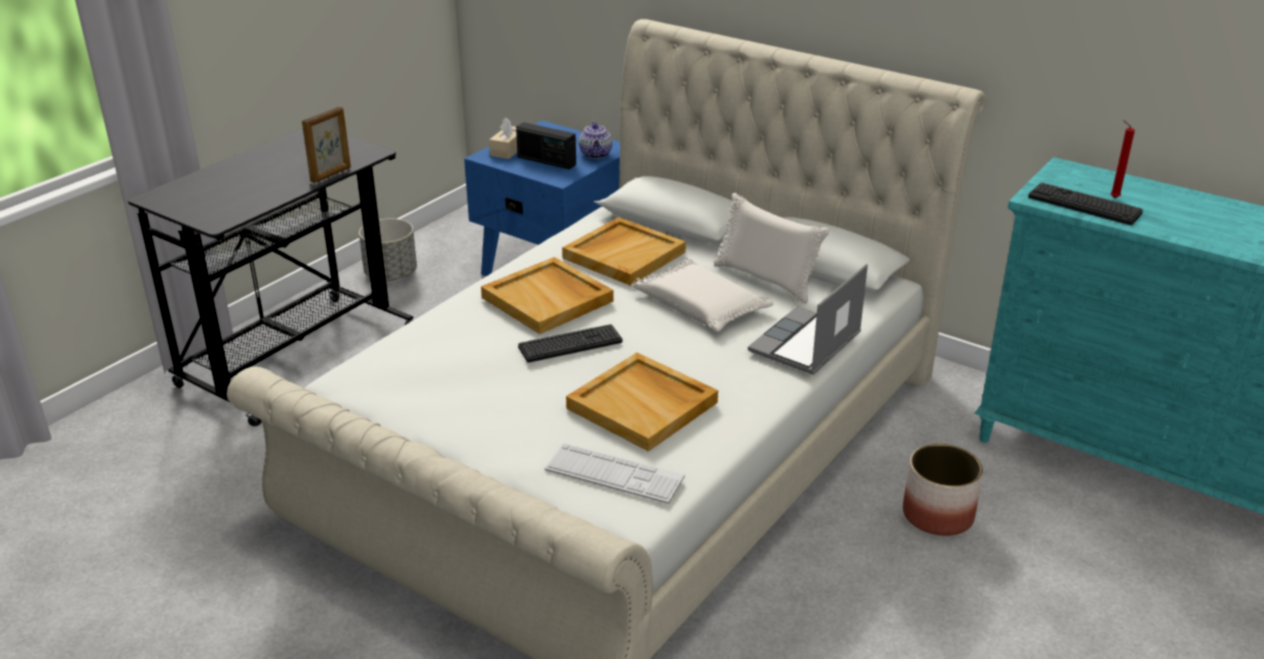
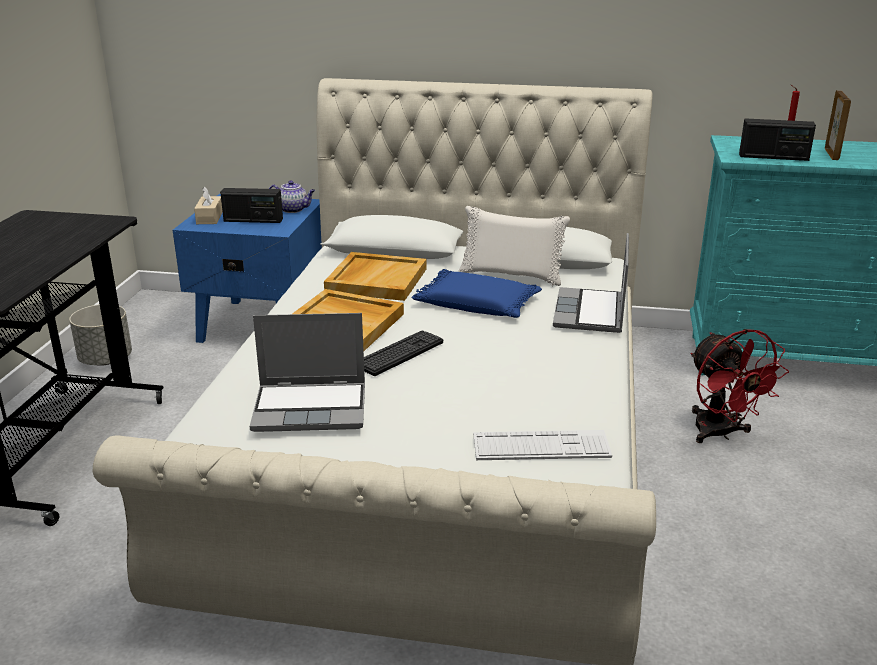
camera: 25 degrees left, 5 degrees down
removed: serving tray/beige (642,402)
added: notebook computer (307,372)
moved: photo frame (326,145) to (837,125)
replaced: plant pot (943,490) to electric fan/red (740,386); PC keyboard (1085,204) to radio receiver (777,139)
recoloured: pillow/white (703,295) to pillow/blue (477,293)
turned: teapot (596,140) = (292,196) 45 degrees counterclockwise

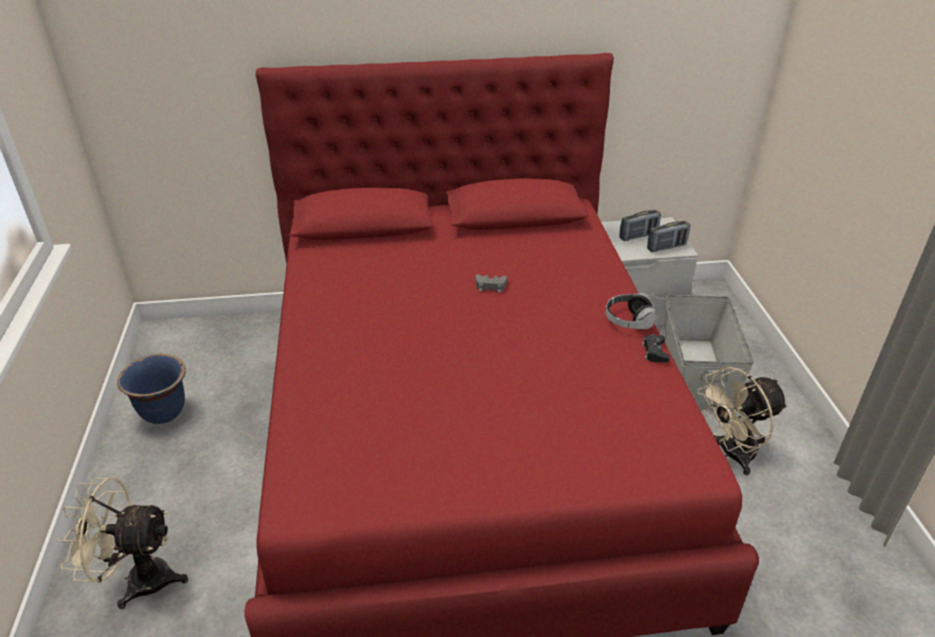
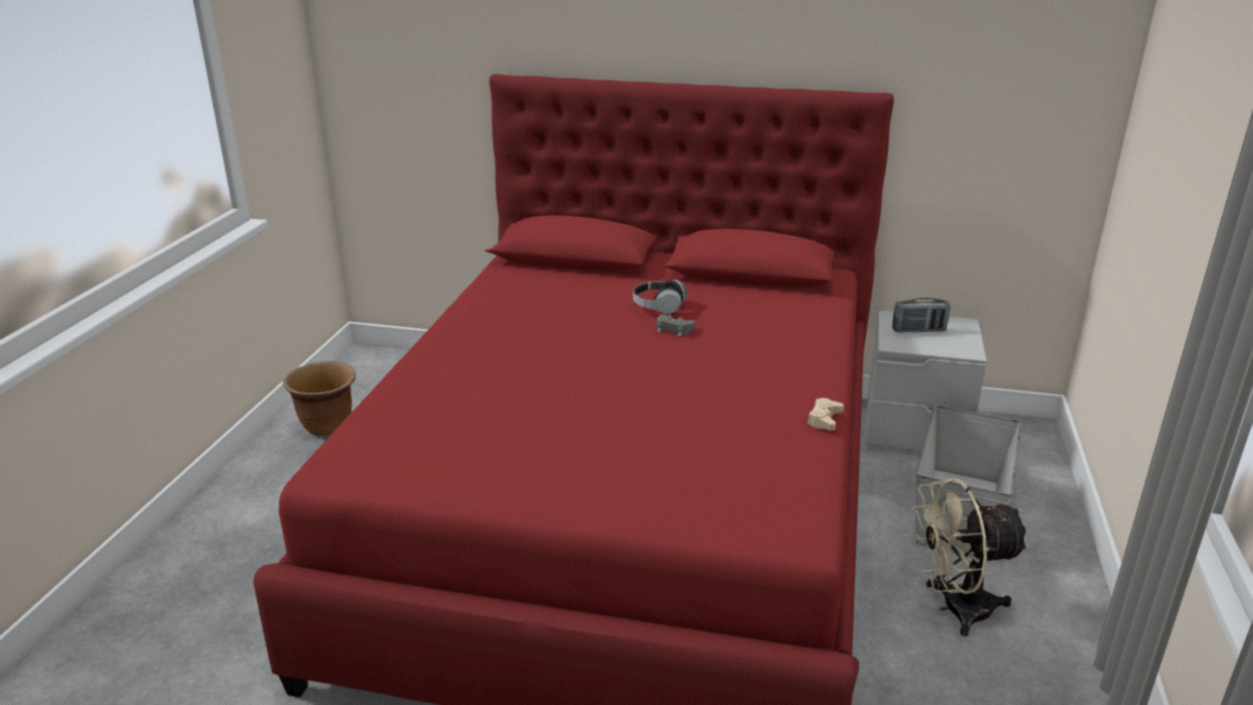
camera: 20 degrees right, 10 degrees down
removed: electric fan/beige (122,543); radio receiver (668,236)
moved: headphones (631,311) to (660,297)
recoloured: plant pot/blue (151,389) to plant pot/brown-coloured (319,398); gamepad/black (656,348) to gamepad/beige (825,414)

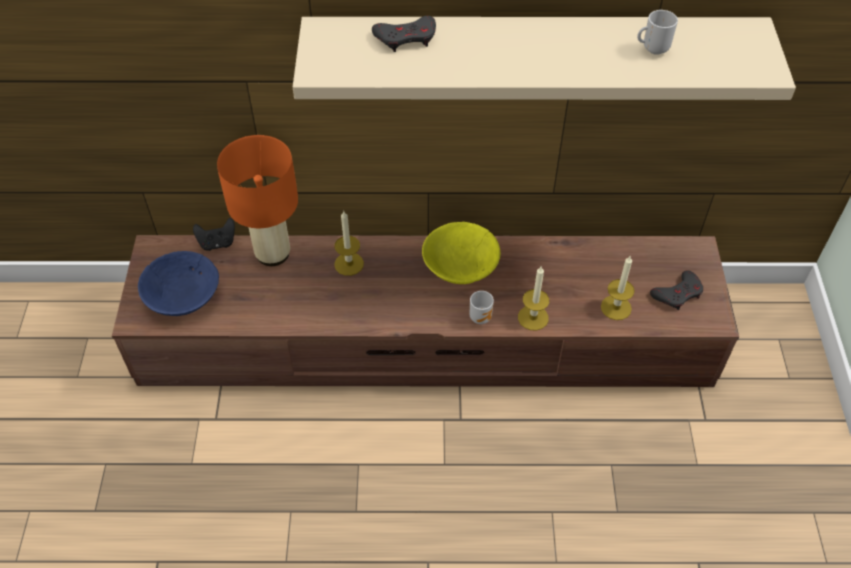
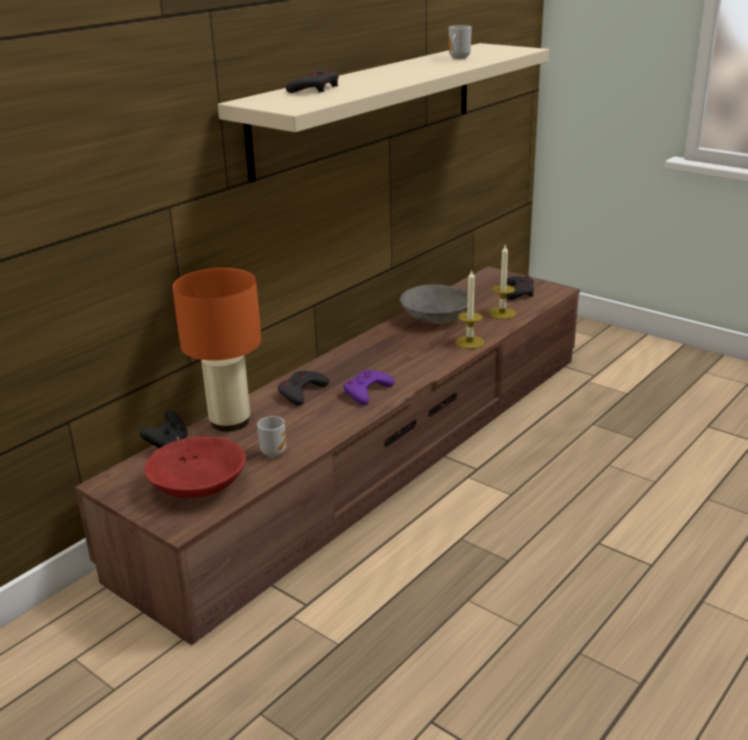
camera: 50 degrees left, 25 degrees down
removed: serving bowl/yellowish (461,253)
added: gamepad/purple-coloured (369,387); serving bowl/grey (434,304)
moved: coffee mug (482,307) to (271,437)
replaced: wax candle (349,243) to gamepad/grey (303,388)
recoloured: serving bowl/blue (178,283) to serving bowl/red (195,467)

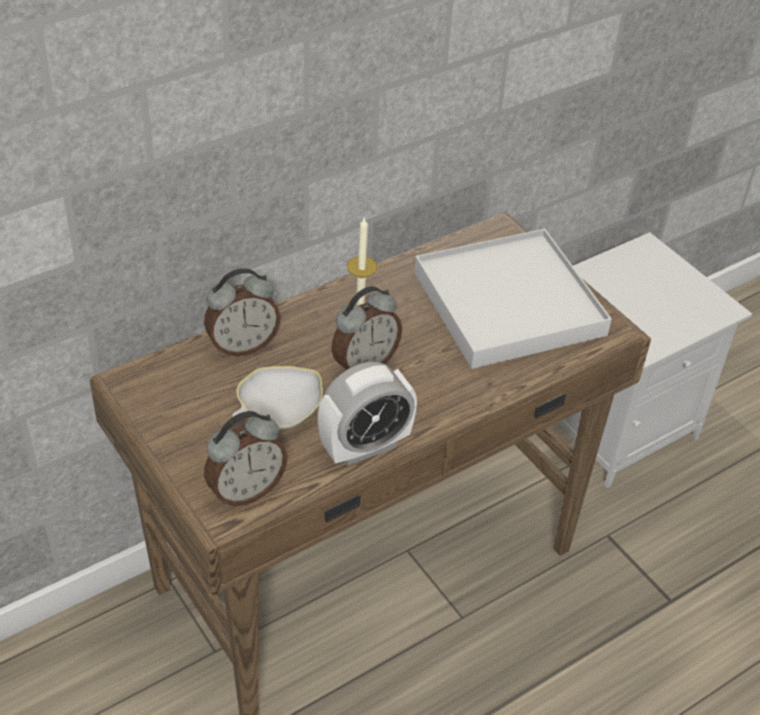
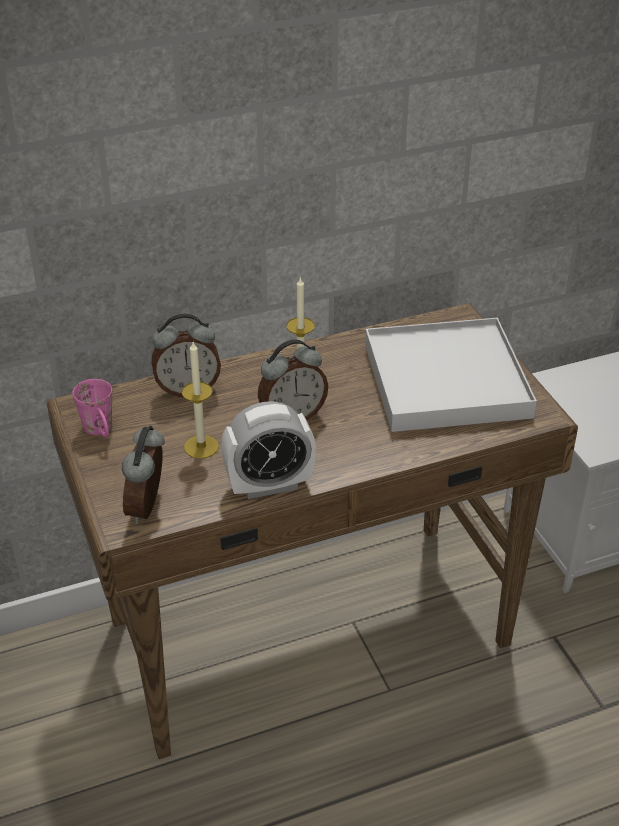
camera: 15 degrees right, 5 degrees down
added: coffee mug/pink (92,408)
replaced: serving bowl/white (277,398) to wax candle (200,400)
turned: alarm clock (246,459) = (143,475) 120 degrees clockwise

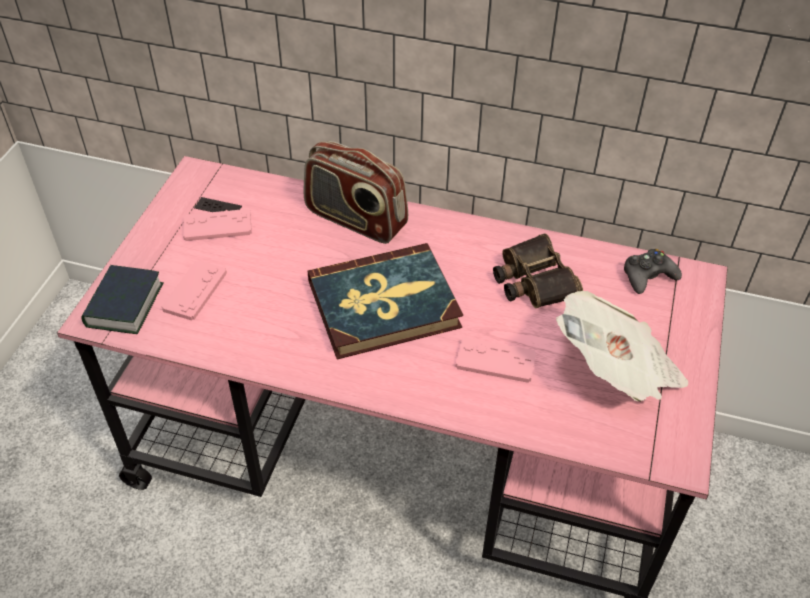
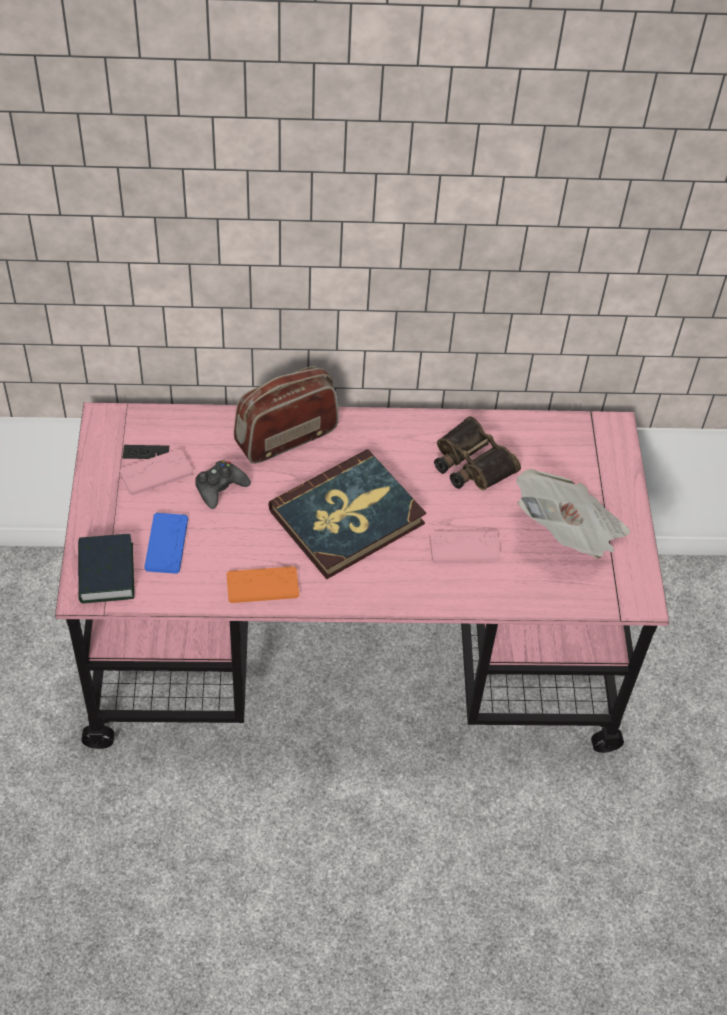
camera: 20 degrees left, 5 degrees up
added: gamepad/orange (263,584)
moved: gamepad/black (653,271) to (223,484)
recoloured: gamepad/pink (194,290) to gamepad/blue (166,543)
turned: radio receiver (355,192) = (286,415) 135 degrees clockwise

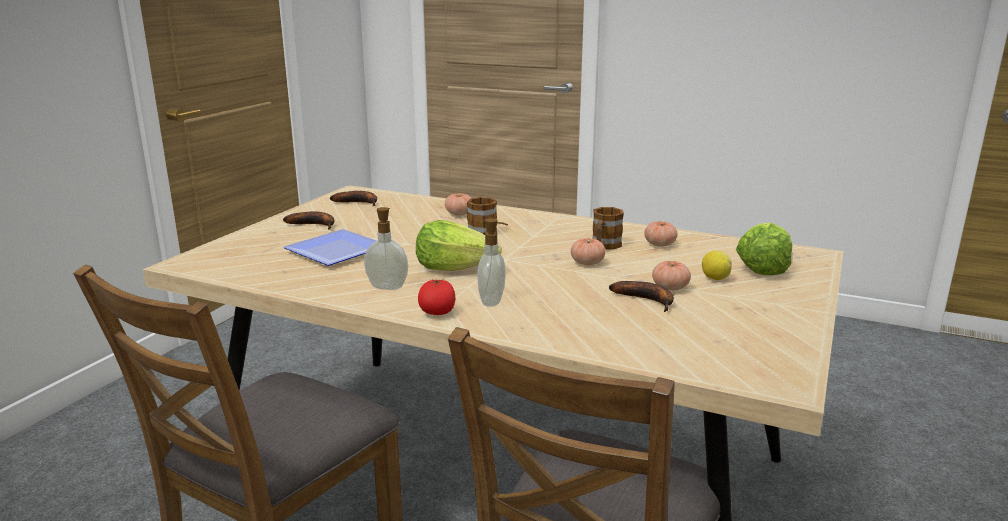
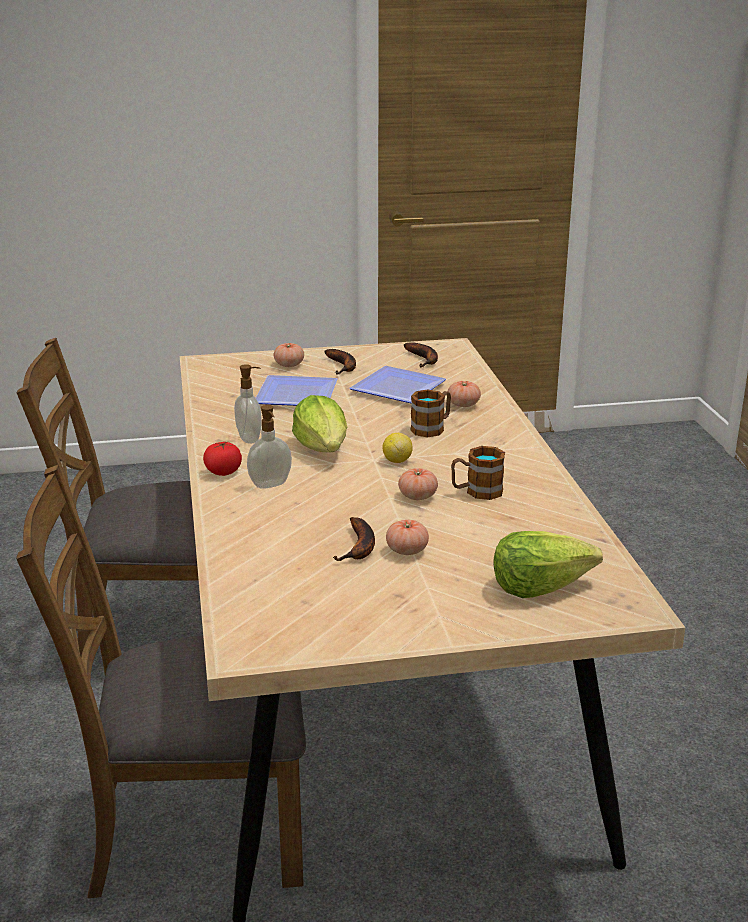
camera: 55 degrees right, 5 degrees up
added: dinner plate (397,384)
moved: fresh tomato (660,234) to (289,355); lemon (717,265) to (398,448)

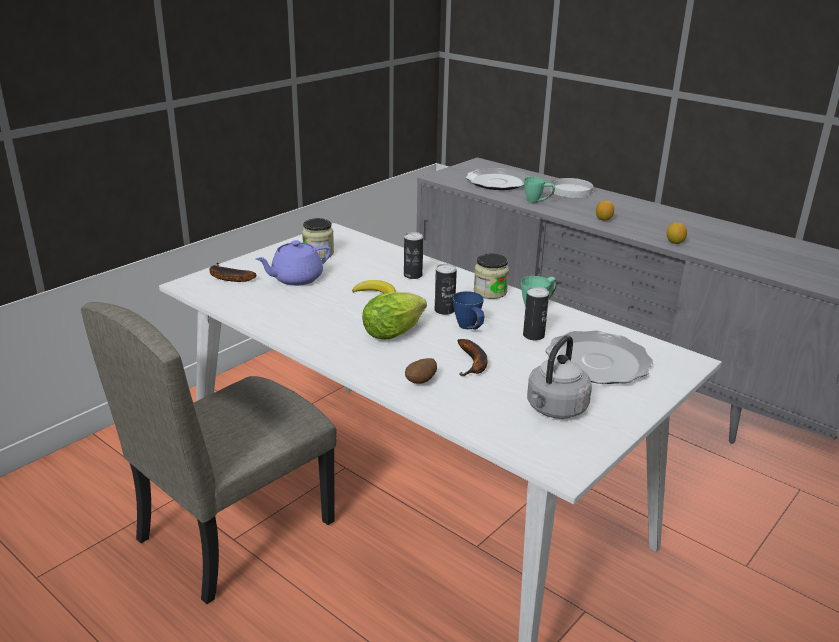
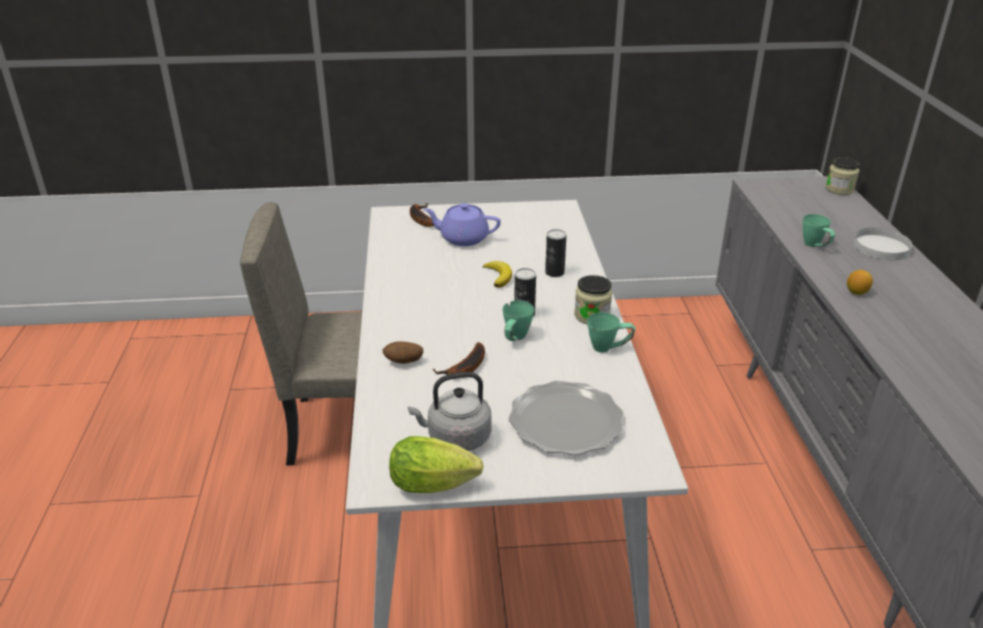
camera: 45 degrees right, 5 degrees up
removed: dinner plate (497,179); sealed can (536,313); lemon (677,233)
moved: jar (318,238) to (842,176); lettuce (394,316) to (436,464)
recoloured: coffee mug/blue (469,310) to coffee mug/green (518,320)

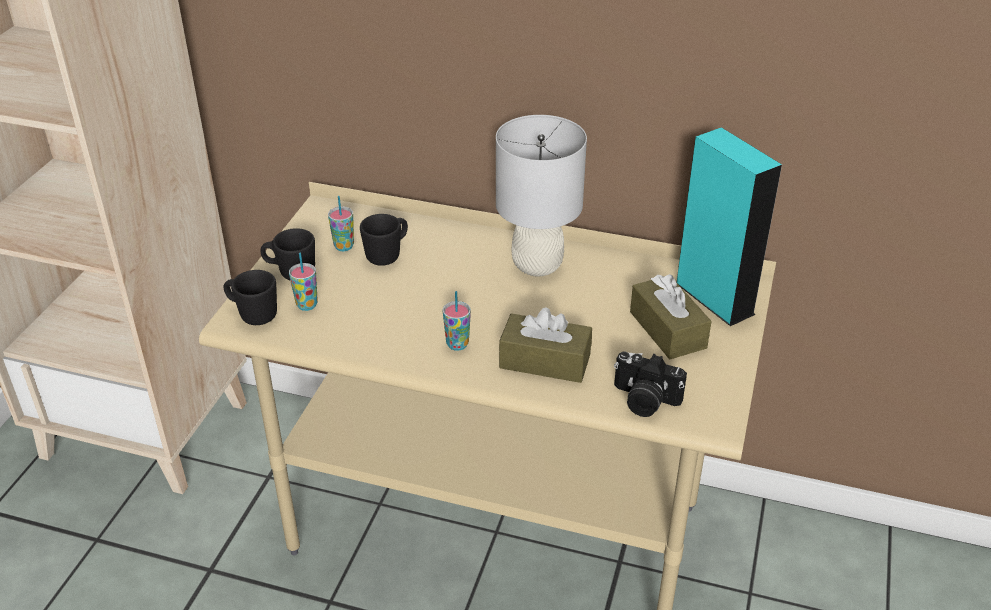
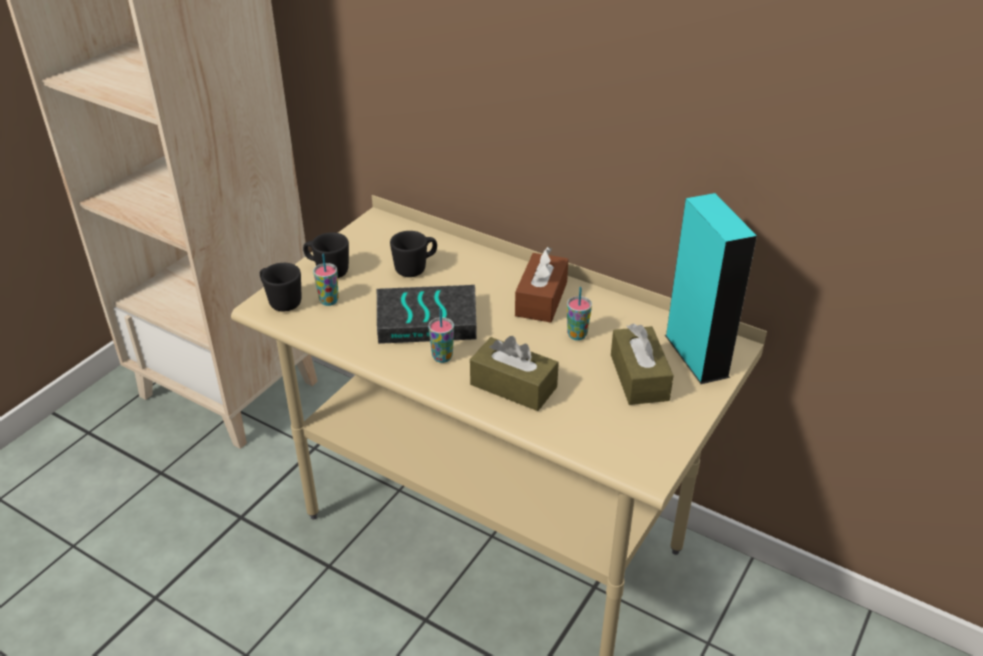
camera: 15 degrees right, 0 degrees up
removed: photo camera (650,384)
added: bound book (427,314)
moved: small cup (341,223) to (579,313)
replaced: lamp for a table/grey (541,195) to box of tissues/brown-coloured (542,285)

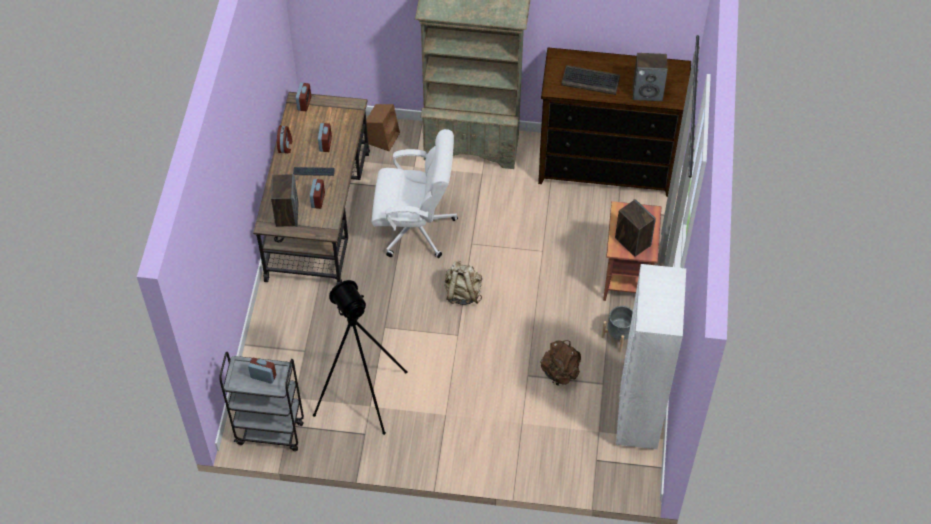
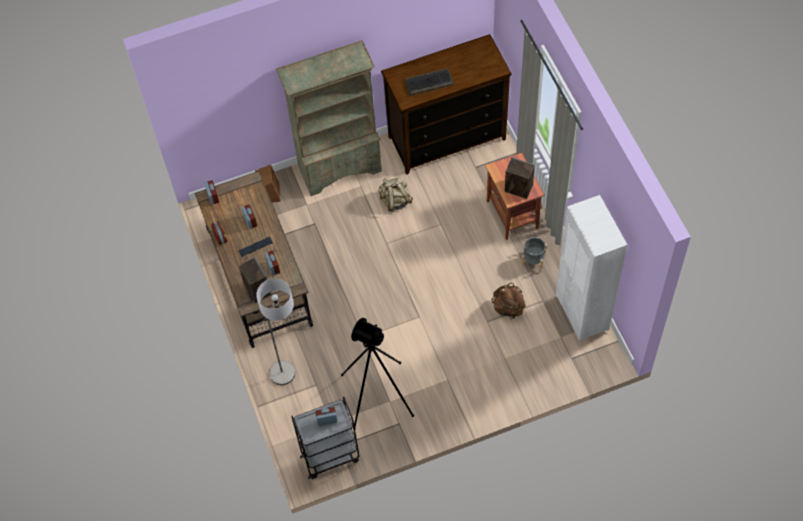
camera: 25 degrees left, 5 degrees up
removed: computer chair/white (415,193); audio speaker (650,77)
added: standing lamp/grey (275,332)
moved: knapsack/beige (463,283) to (395,195)

